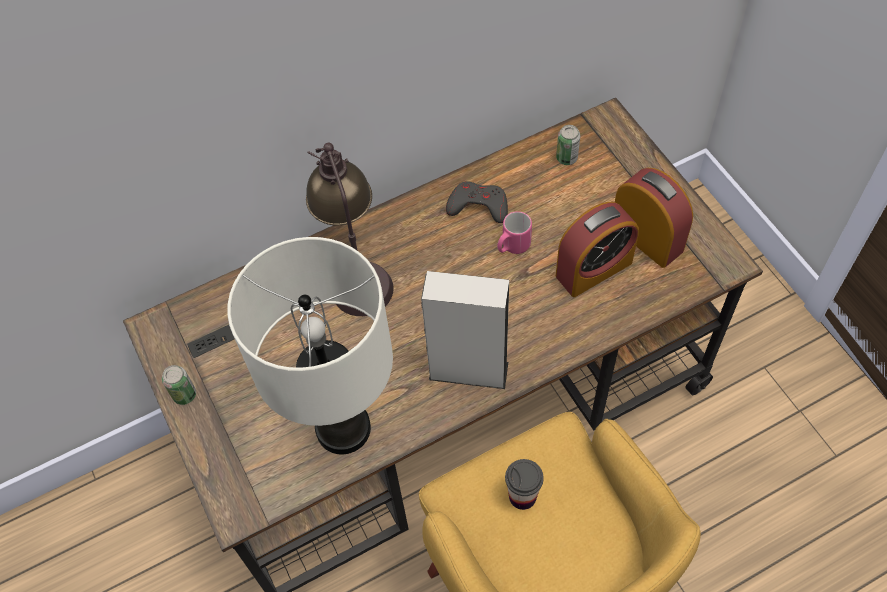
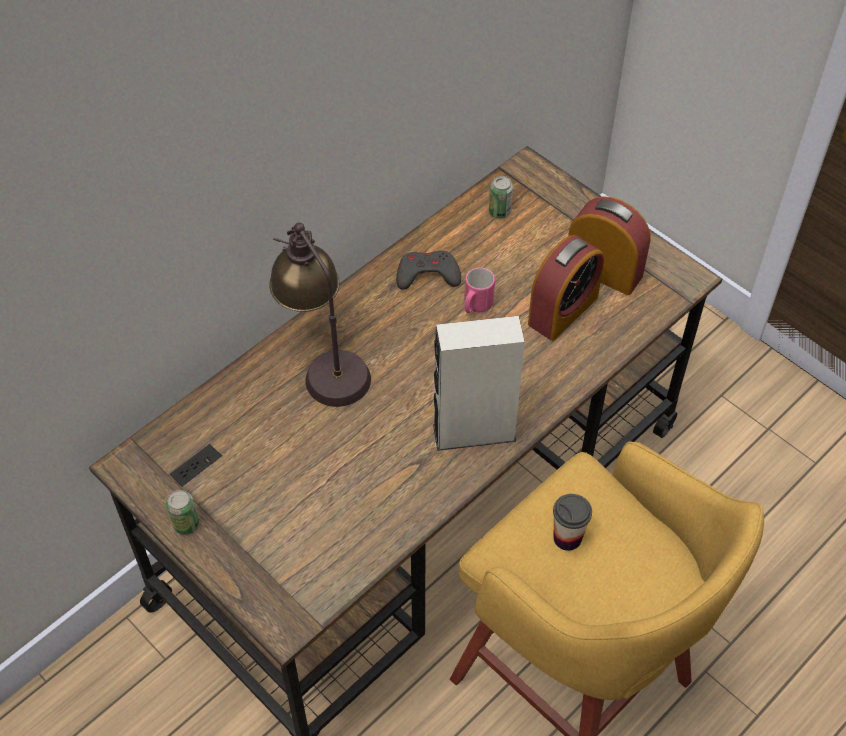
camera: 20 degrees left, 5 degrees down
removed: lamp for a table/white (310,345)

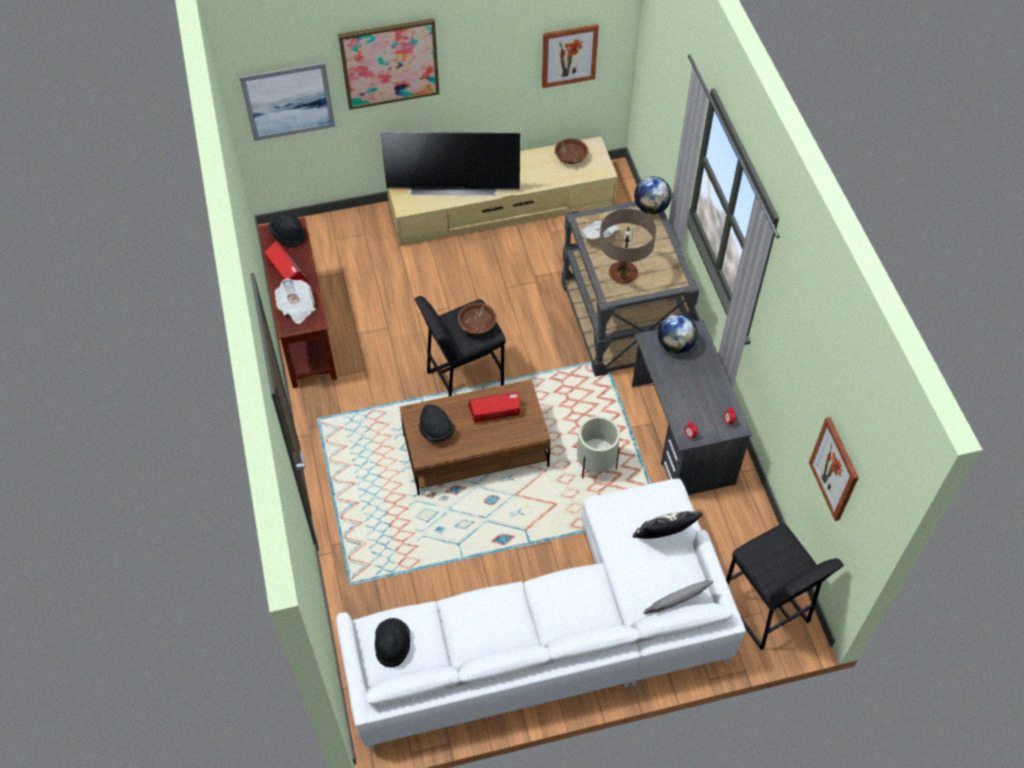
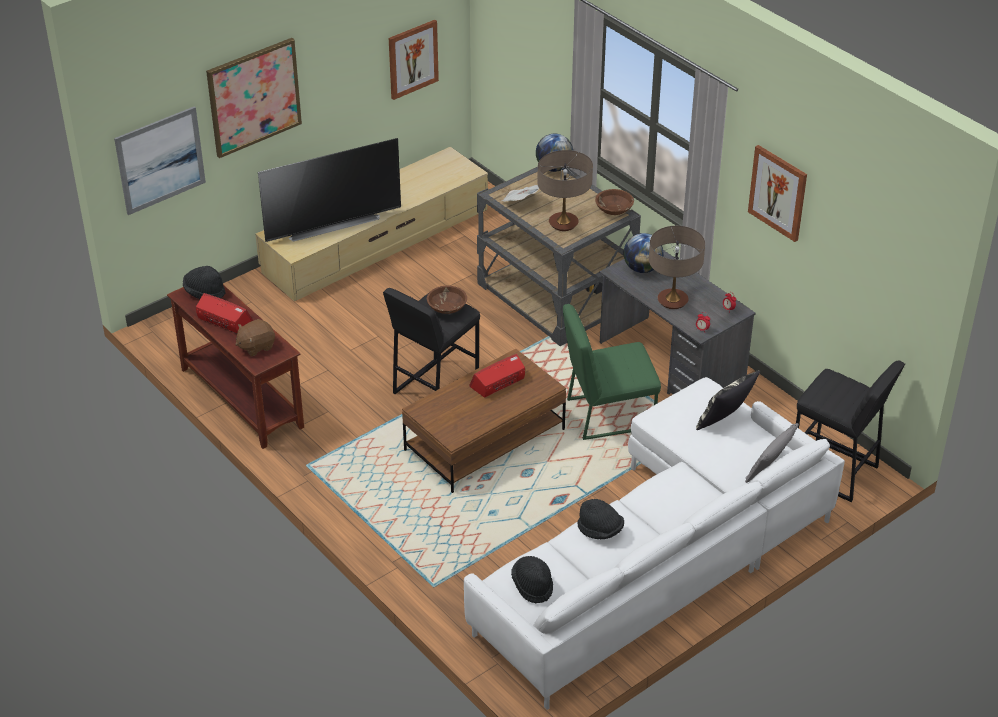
camera: 25 degrees left, 15 degrees down
added: lamp for a table (677,267)
moved: wearable hat/black (437,423) to (600,519); serving bowl/brown-coloured (571,151) to (614,202); picture (834,469) to (777,193)
replaced: daily paper (295,301) to plush toy/brown-coloured (255,337); plant pot/beige (598,447) to plain chair/green (612,372)

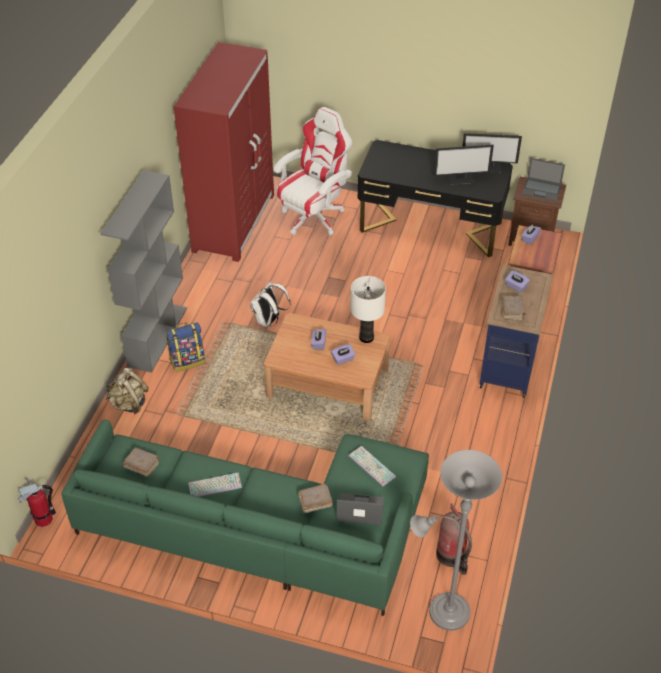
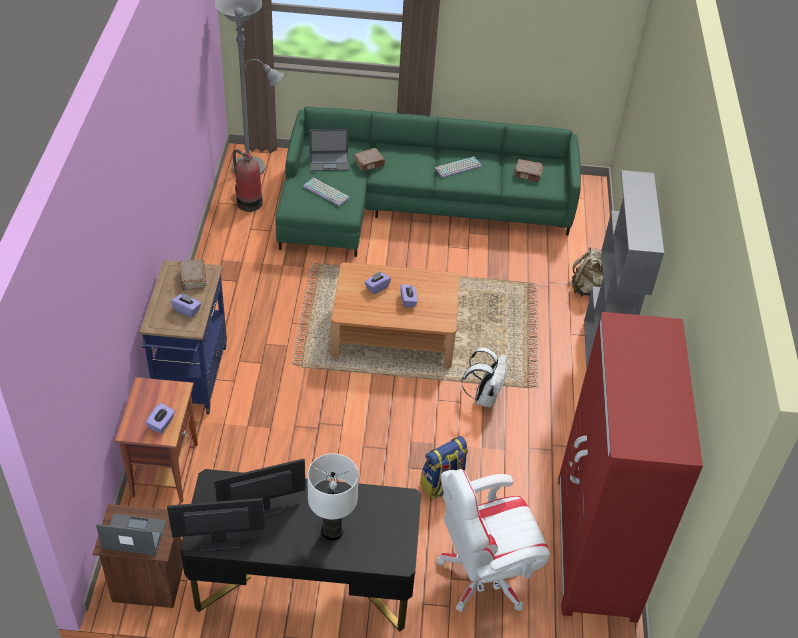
camera: 165 degrees right, 0 degrees up
removed: extinguisher (37,502)
moved: knapsack (185,347) to (444,467); lamp for a table/white (368,309) to (333,496)
turned: computer chair/white (312,171) = (493,540) 45 degrees clockwise

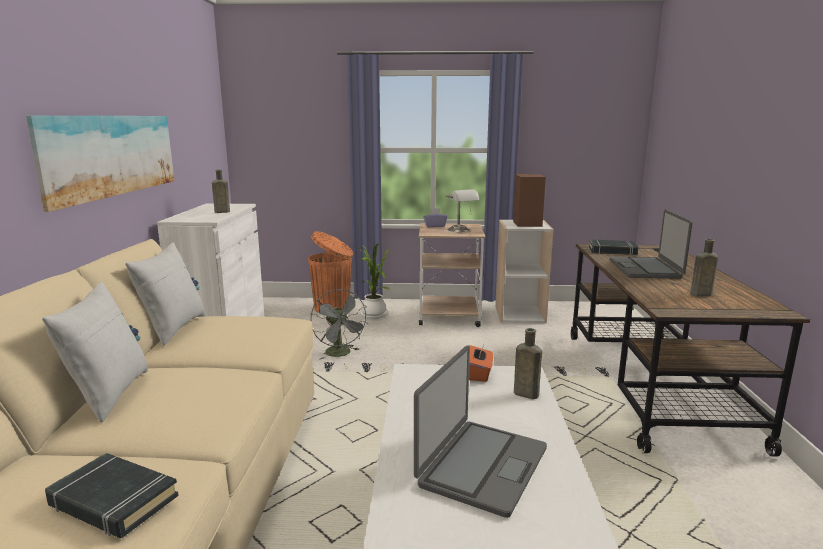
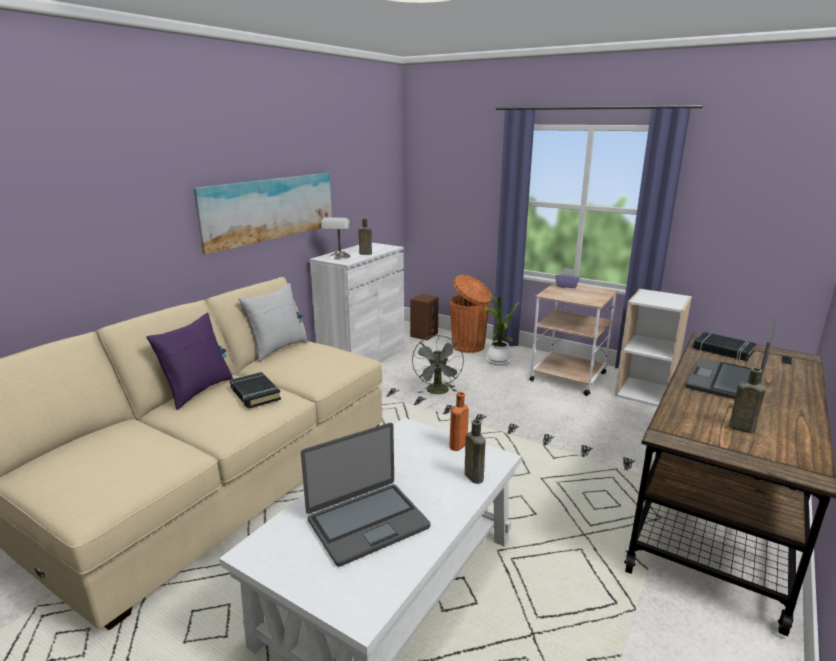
camera: 30 degrees right, 5 degrees up
moved: bound book/black (112,495) to (255,390); lamp for a table/white (462,210) to (337,238); audio speaker/brown-coloured (529,200) to (424,317)
replaced: box of tissues/orange (481,363) to bottle/orange (459,421)
recoloured: pillow/grey (95,352) to pillow/purple-coloured (189,361)

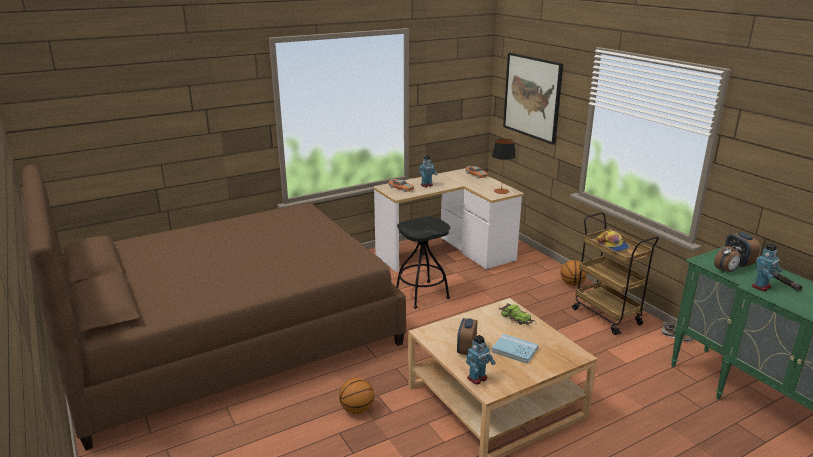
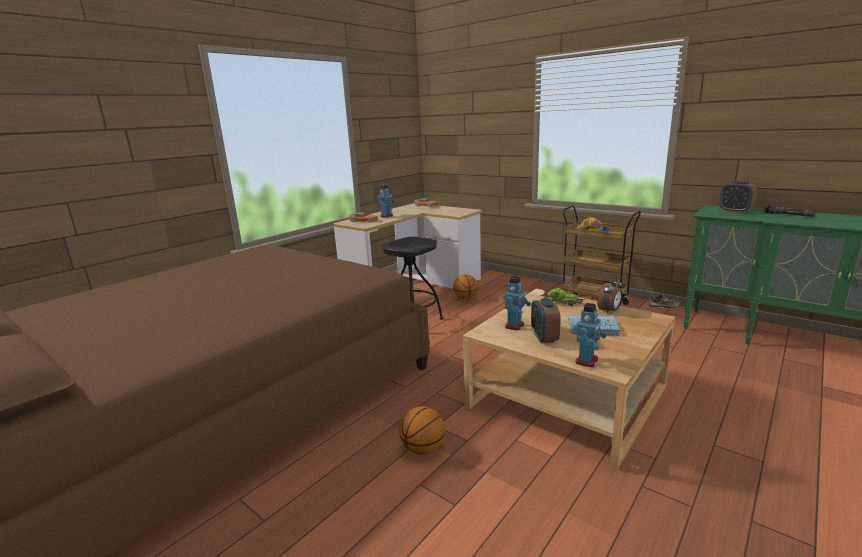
camera: 20 degrees left, 5 degrees down
removed: lamp for a table (504,166); picture (533,99)
moved: basketball ball (573,273) to (465,287); alarm clock (728,257) to (610,294); robot figure (767,267) to (517,303)

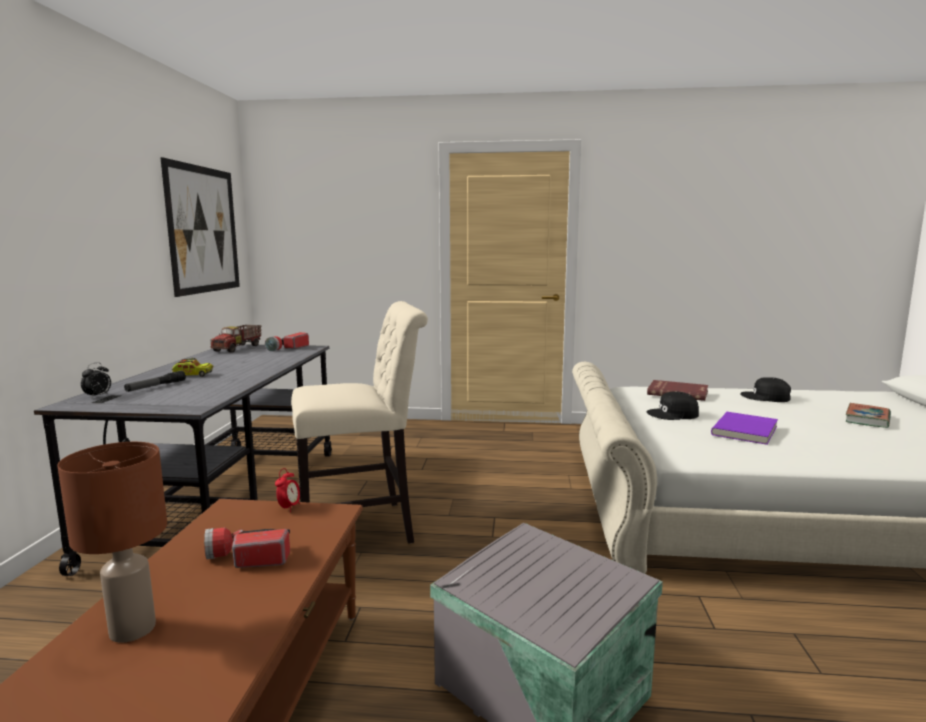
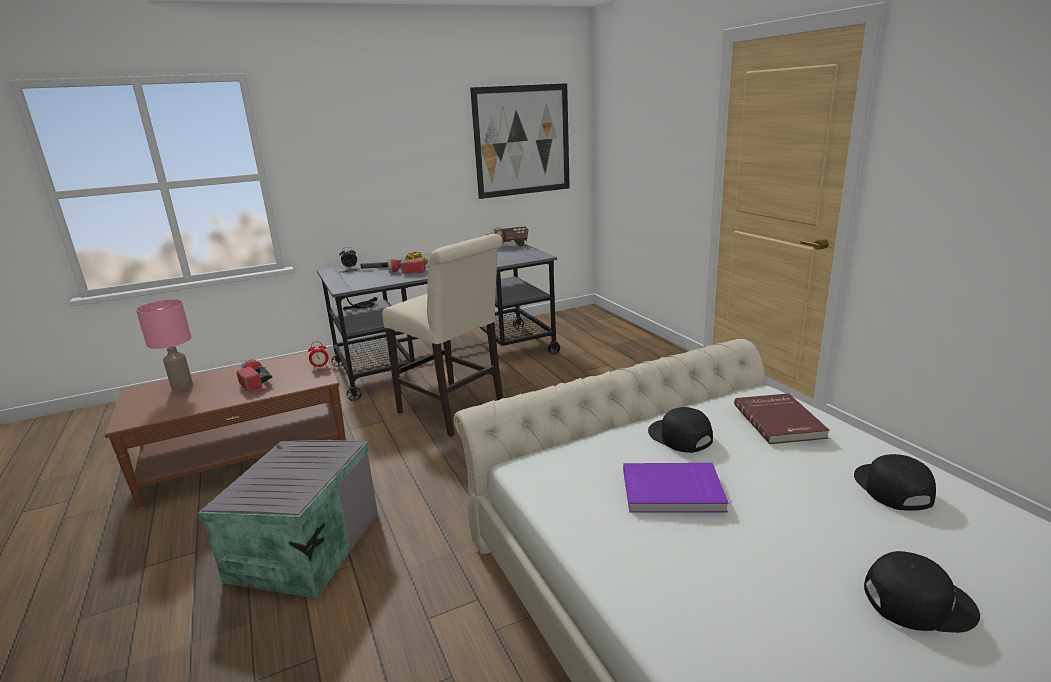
camera: 60 degrees right, 10 degrees up
moved: torch (287,342) to (406,266)
replaced: bound book (868,415) to cap/black (922,592)
recoloured: lamp for a table/brown-coloured (112,542) to lamp for a table/pink (164,345)

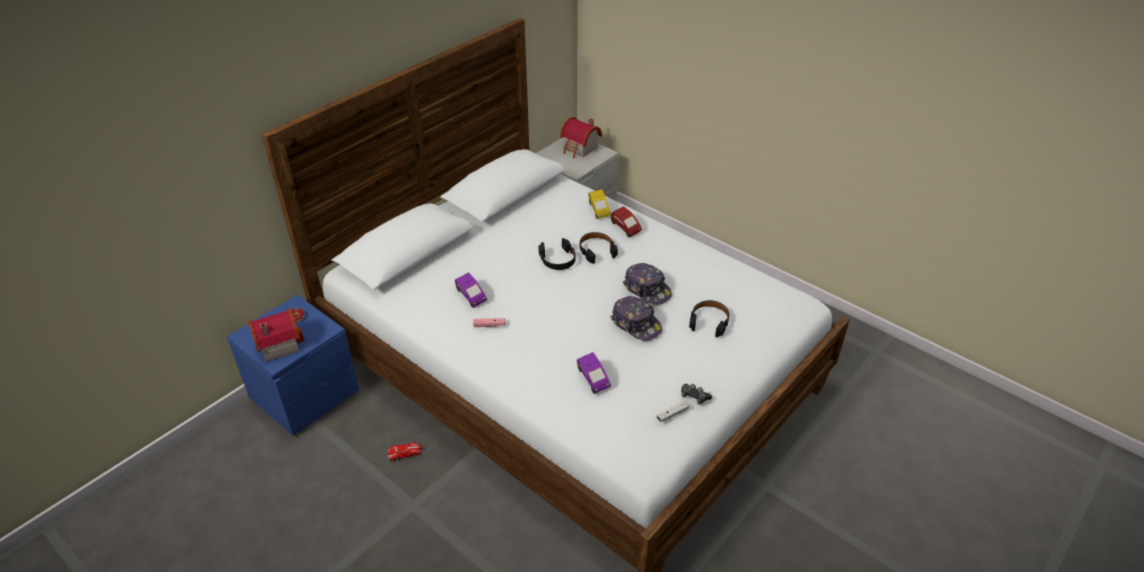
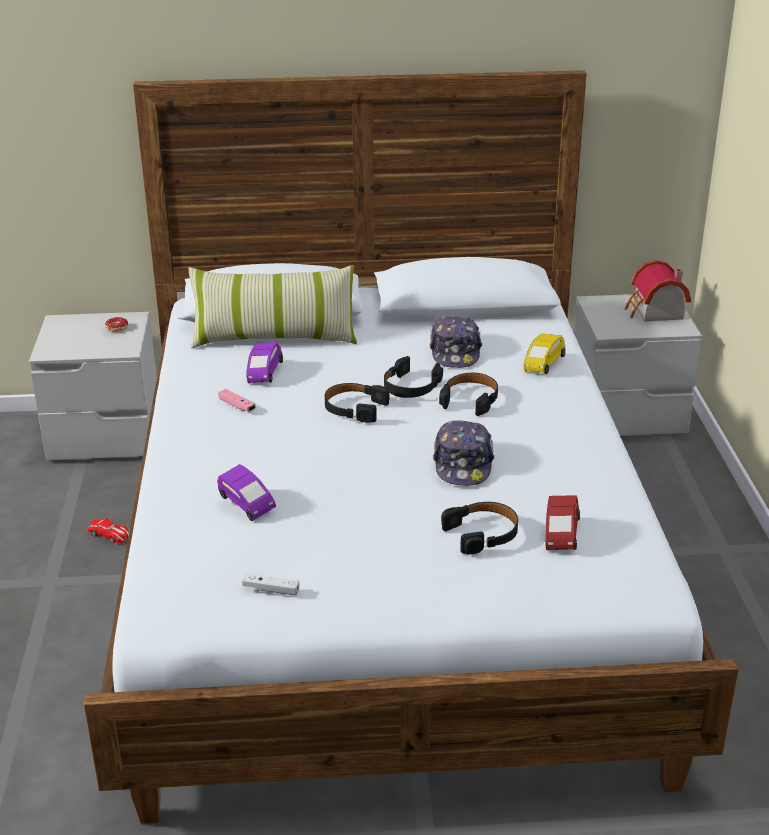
camera: 45 degrees right, 10 degrees down
removed: miniature house (276,335); gamepad (696,394)
added: pillow (273,306); headphones/black (357,403)
moved: miniature car/red (626,221) to (562,522); cap (636,318) to (456,342)
recoloured: bedside table/blue (292,365) to bedside table/white (93,386)
turned: miniature car/purple-coloured (594,373) = (246,492) 60 degrees counterclockwise

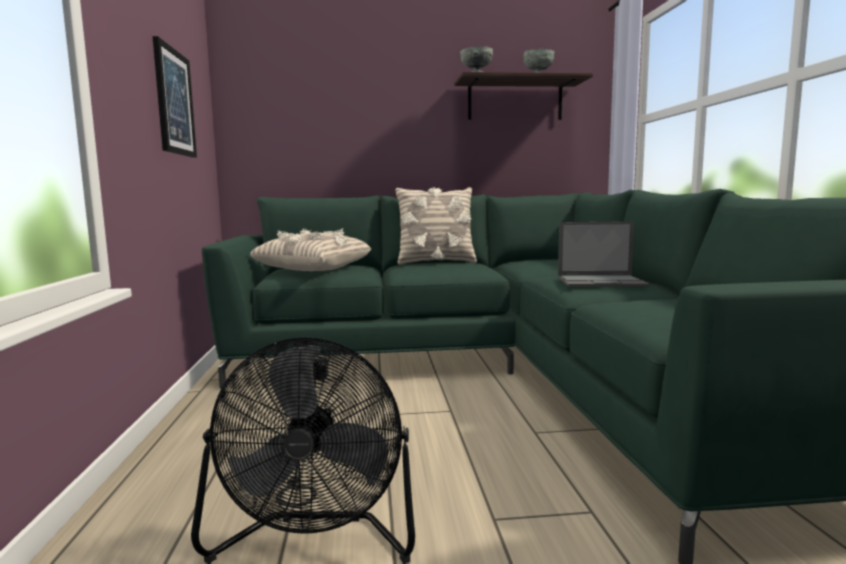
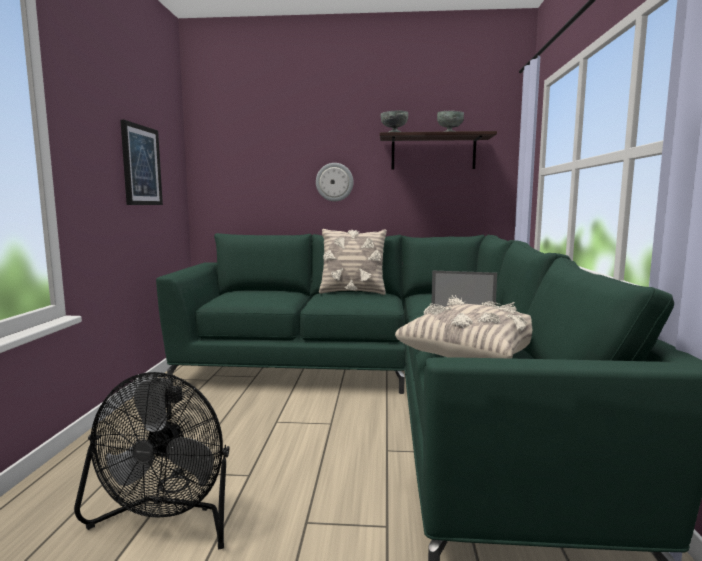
camera: 10 degrees right, 0 degrees up
added: clock on the wall (334,182)
moved: pillow/beige (310,249) to (463,327)

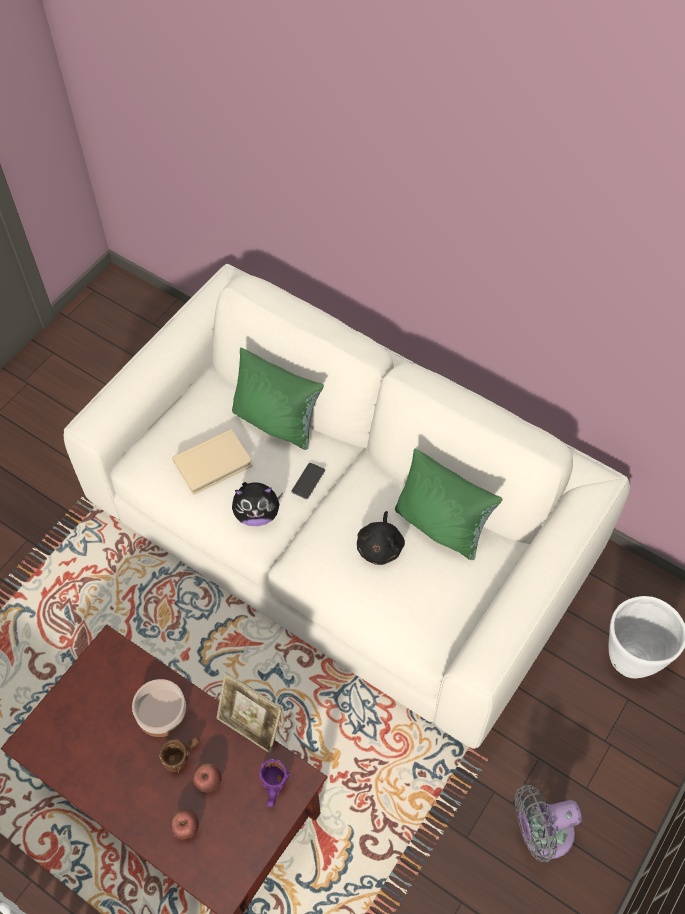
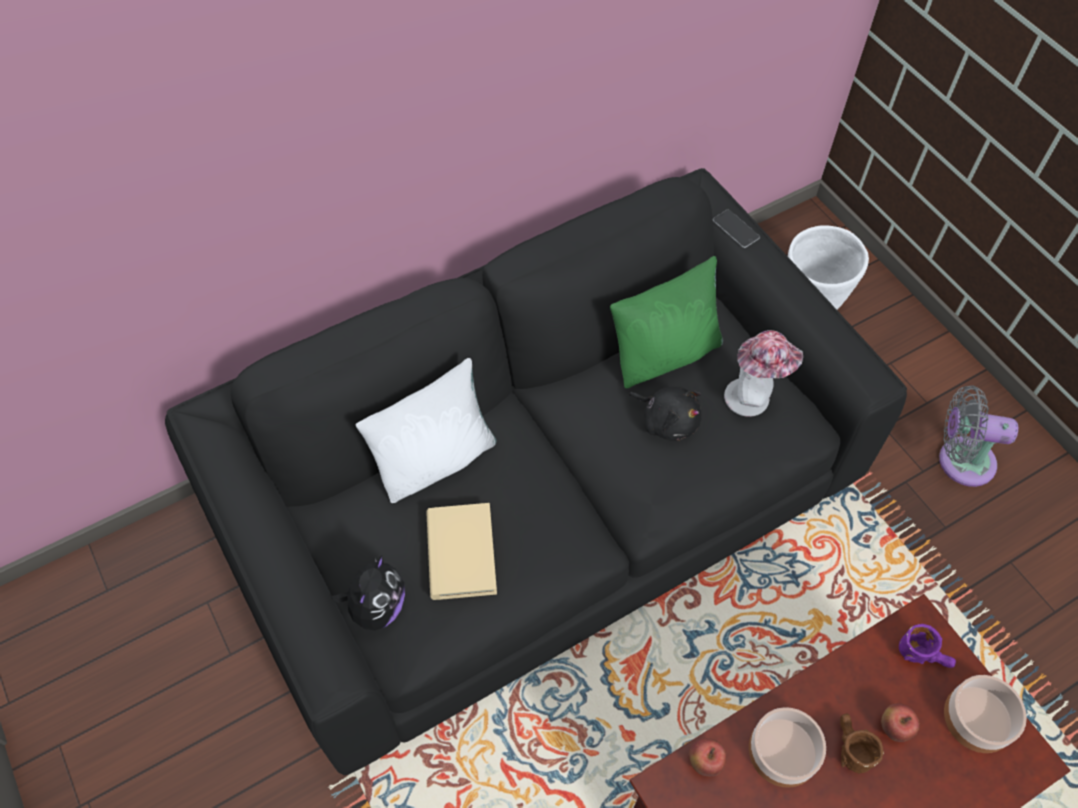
camera: 65 degrees left, 0 degrees up
removed: photo frame (249,712)
added: wearable hat (763,373); serving bowl (985,714)
moved: apple fruit (184,824) to (707,757); plush toy (257,504) to (368,593); handset (308,481) to (736,228)
recoloured: sofa/white (347,506) to sofa/black (536,471); pillow/green (278,399) to pillow/white (425,430)
turned: electric fan/grey (548,823) = (978,436) 90 degrees clockwise

